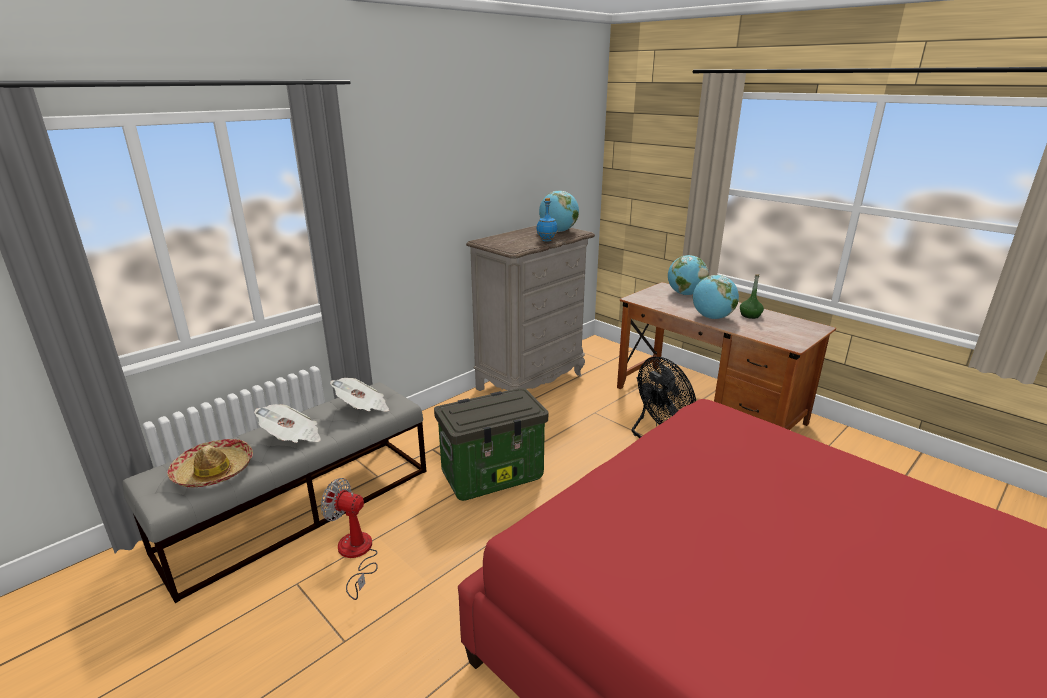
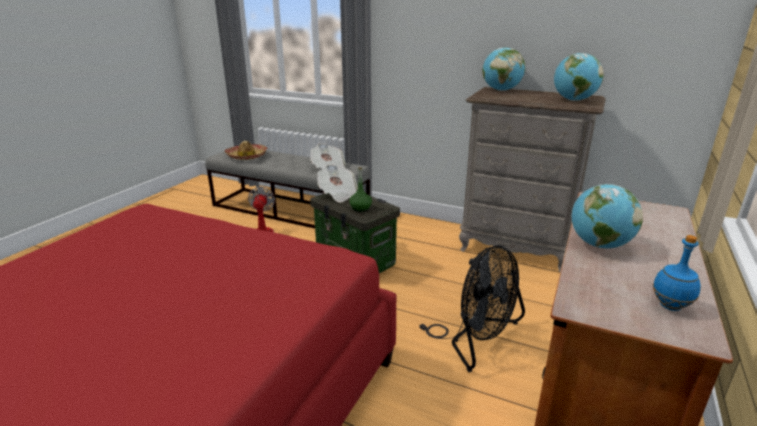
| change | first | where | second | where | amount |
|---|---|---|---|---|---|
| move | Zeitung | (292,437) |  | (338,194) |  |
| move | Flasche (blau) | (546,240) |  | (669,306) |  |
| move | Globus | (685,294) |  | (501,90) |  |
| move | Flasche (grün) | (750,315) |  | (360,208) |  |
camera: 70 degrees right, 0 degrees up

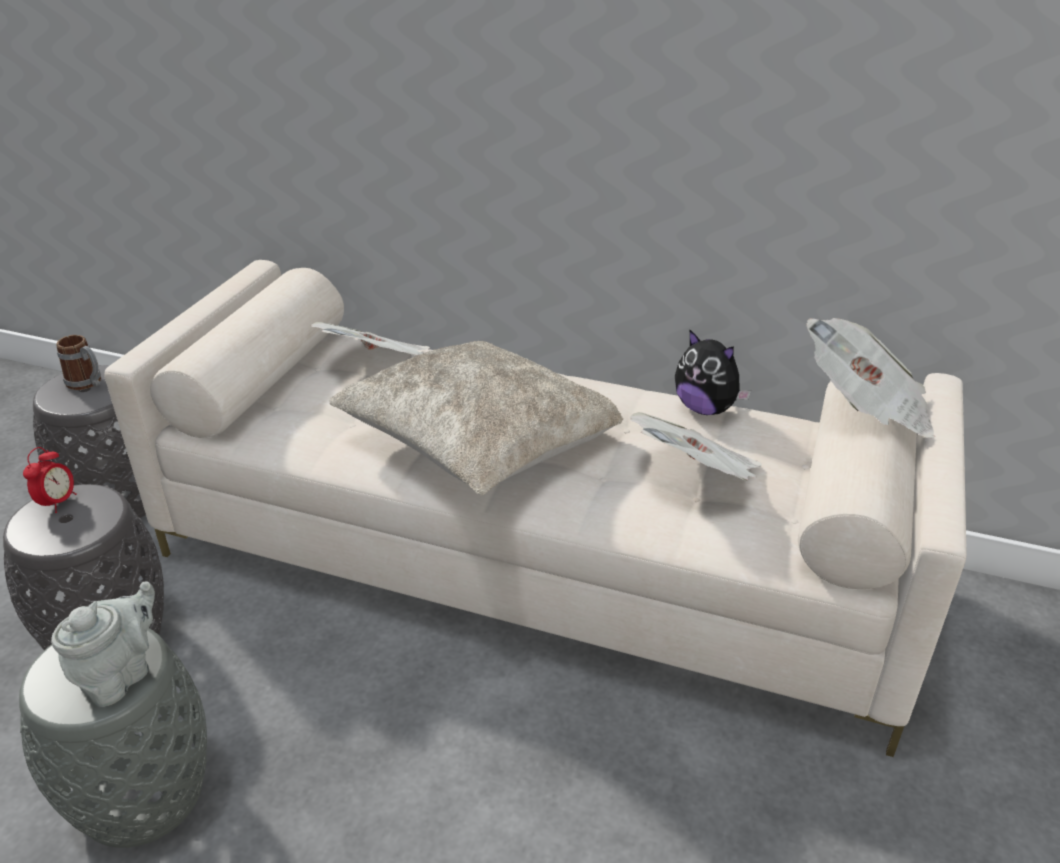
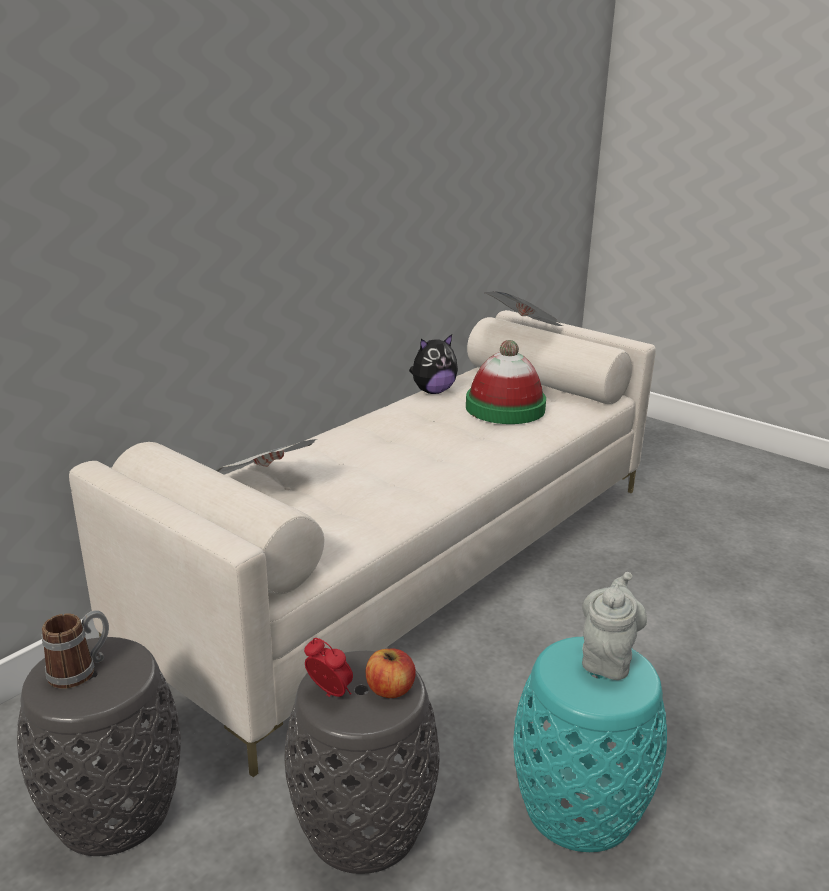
| change | first | where | second | where | amount |
|---|---|---|---|---|---|
| delete | Kissen (beige) | (481,440) |  |  |  |
| insert |  |  | Apfel | (390,689) |  |
| replace | Zeitung | (696,475) | Hut | (505,408) |  |
| recolor | Hocker (grau) | (142,794) | Hocker (türkis) | (578,808) |  |
| rotate | Teekanne (grau) | (121,675) |  | (607,658) | 60 degrees clockwise |
camera: 70 degrees left, 10 degrees down

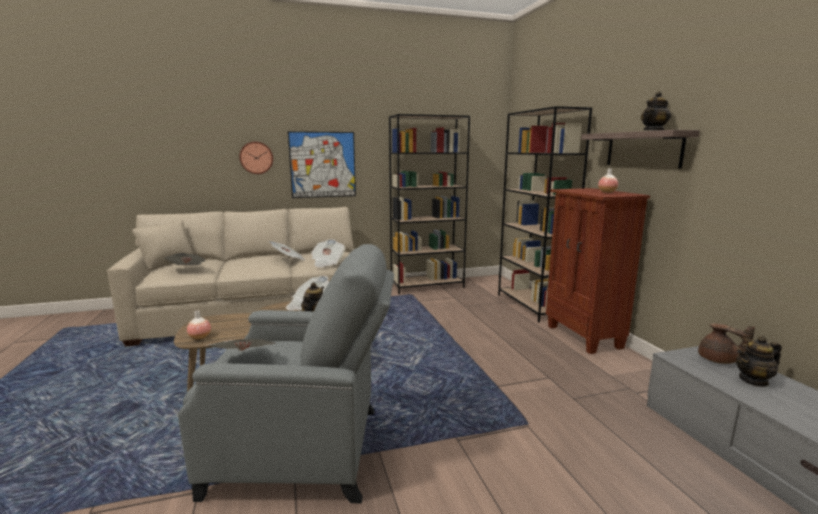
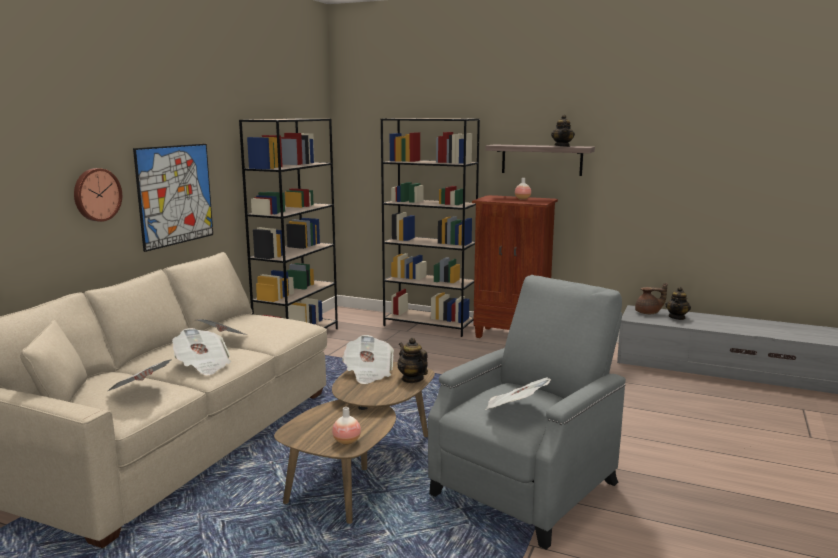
| change | first | where | second | where | amount |
|---|---|---|---|---|---|
| move | Zeitung | (327,263) |  | (203,365) |  |
camera: 50 degrees left, 0 degrees up

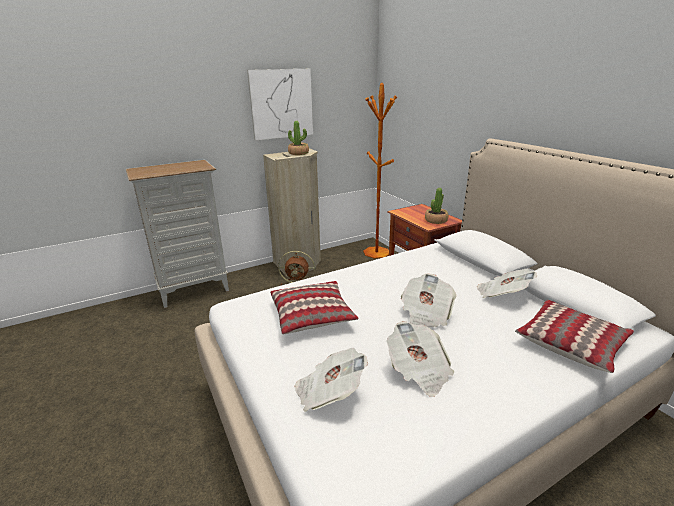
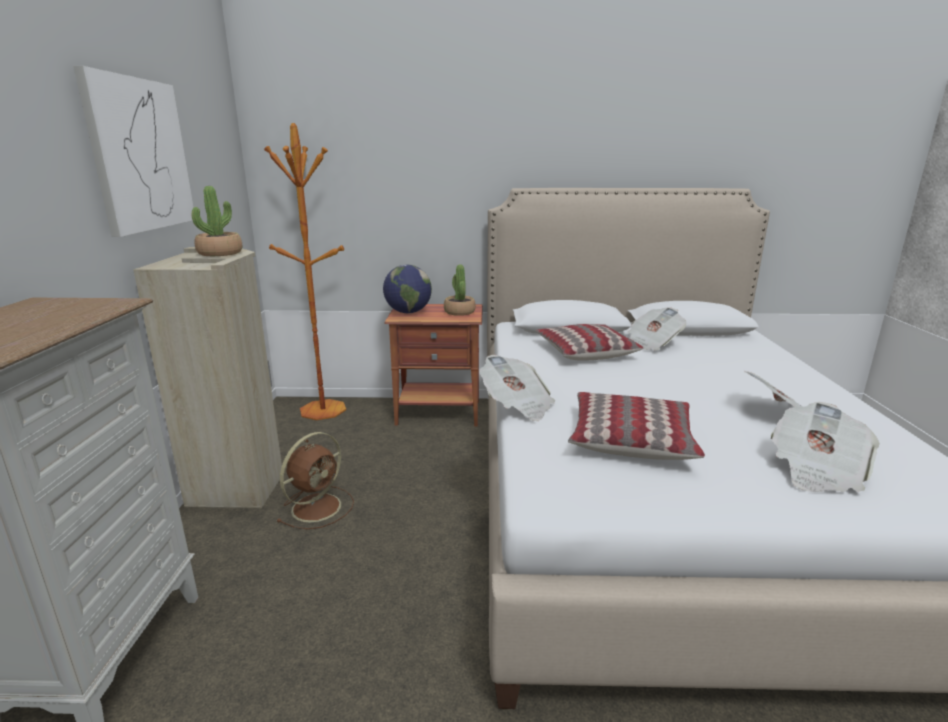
| change | first | where | second | where | amount |
|---|---|---|---|---|---|
| insert |  |  | Globus | (408,312) |  |
| move | Zeitung | (425,314) |  | (517,406) |  |
| move | Kissen | (571,342) |  | (585,352) |  |
camera: 60 degrees left, 5 degrees down

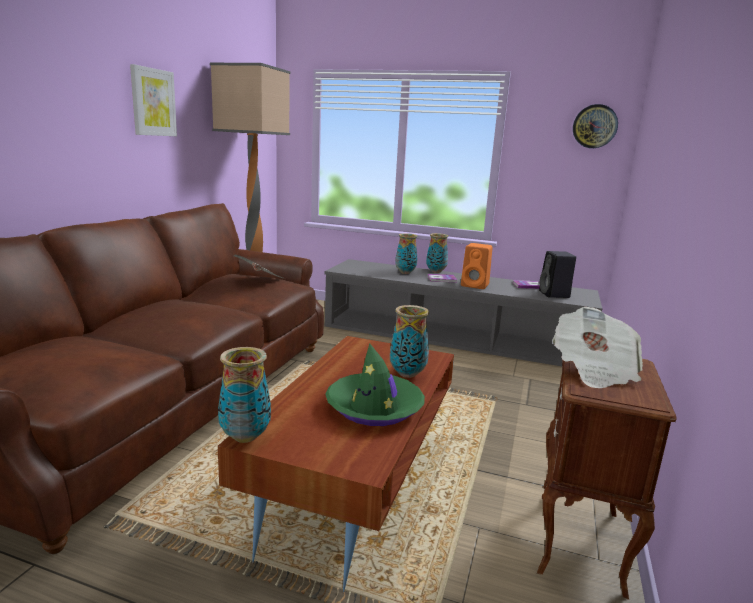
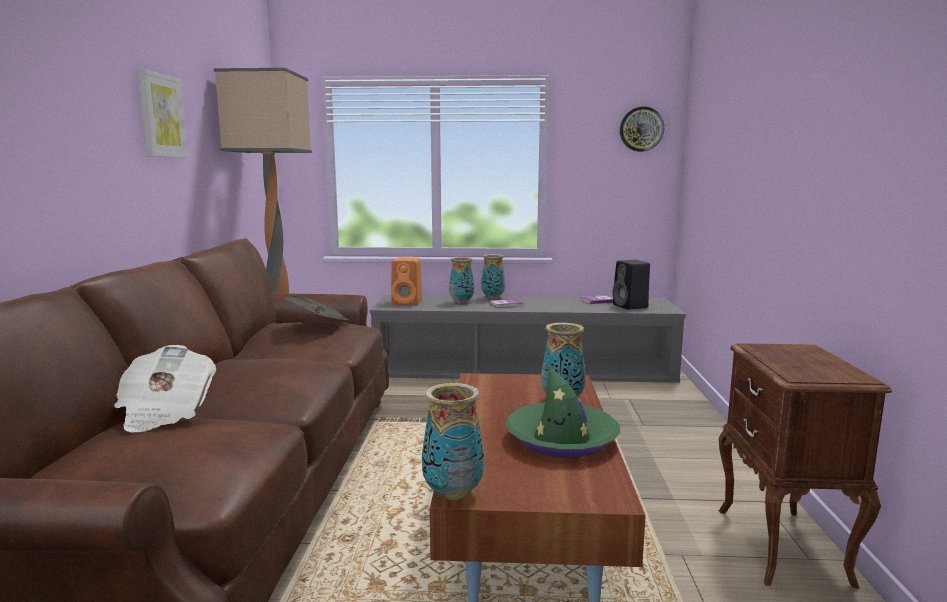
| change | first | where | second | where | amount |
|---|---|---|---|---|---|
| move | Lautsprecher (orange) | (476,285) |  | (408,302) |  |
| move | Zeitung | (593,370) |  | (165,412) |  |
camera: 15 degrees left, 5 degrees down

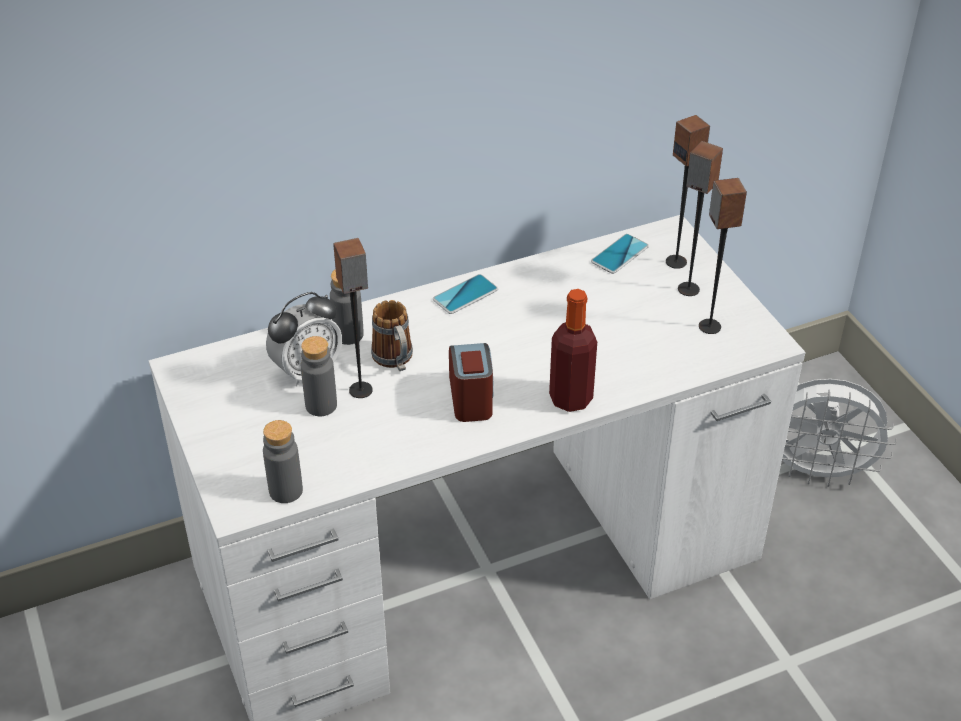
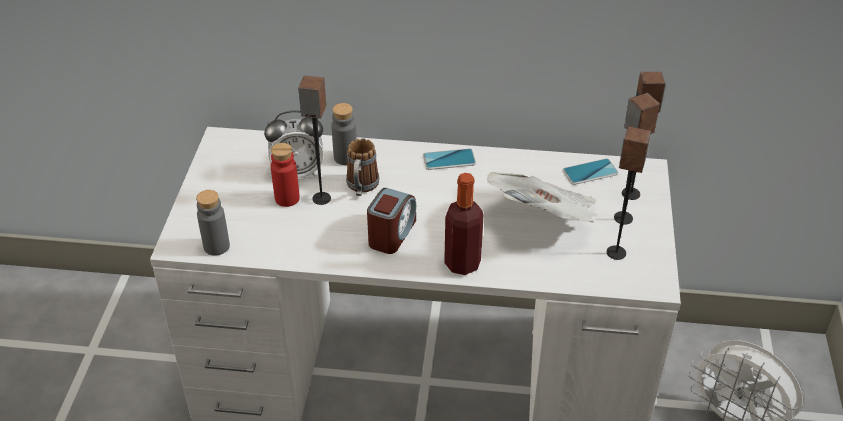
| change | first | where | second | where | amount |
|---|---|---|---|---|---|
| insert |  |  | Zeitung | (545,218) |  |
| recolor | Flasche (grau) | (321,405) | Flasche (rot) | (287,198) |  |
camera: 30 degrees right, 0 degrees up

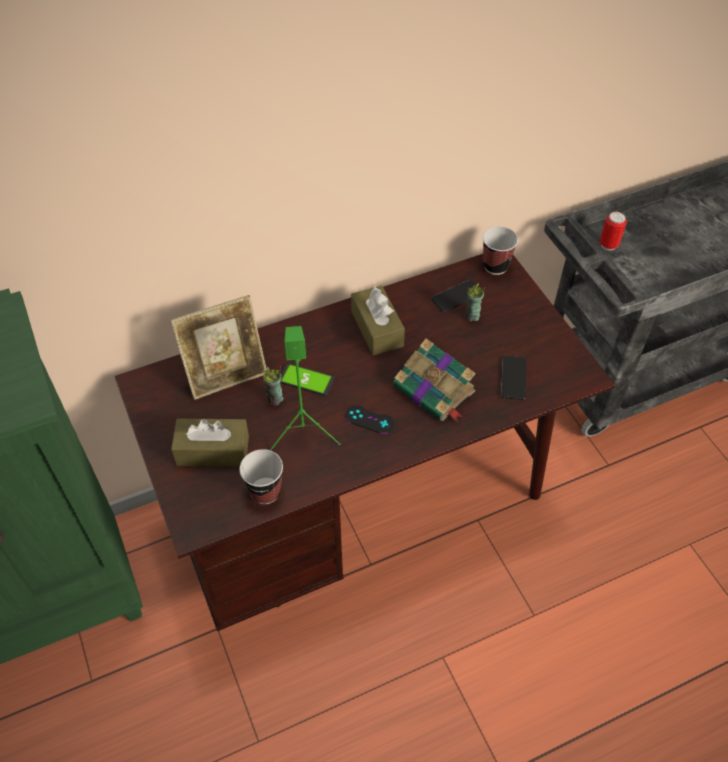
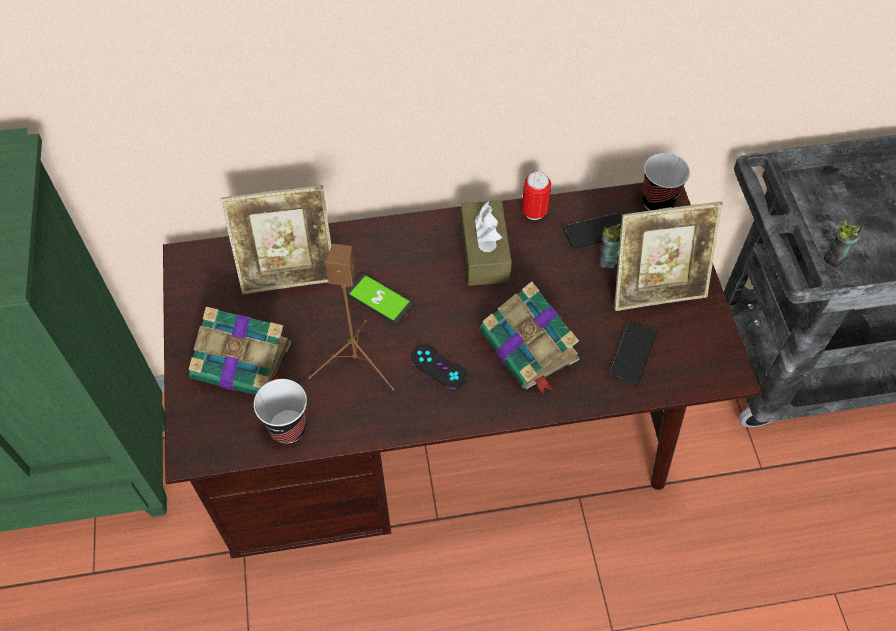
| change | first | where | second | where | amount |
|---|---|---|---|---|---|
| insert |  |  | Bilderrahmen | (656,289) |  |
| move | Tasse | (275,399) |  | (833,259) |  |
| move | Dose | (608,245) |  | (534,212) |  |
| replace | Taschentuchbox (braun) | (213,450) | Buch | (244,362) |  |
| recolor | Lautsprecher (grün) | (304,431) | Lautsprecher (braun) | (357,362) |  |
camera: 15 degrees right, 5 degrees up

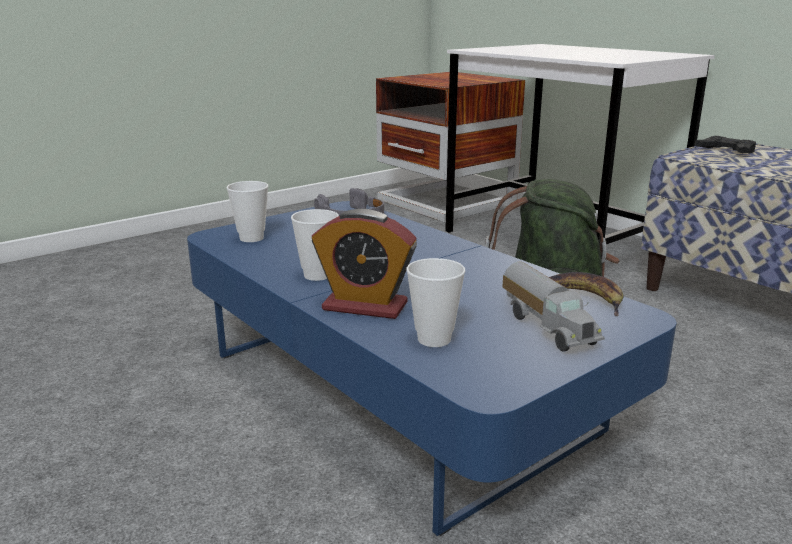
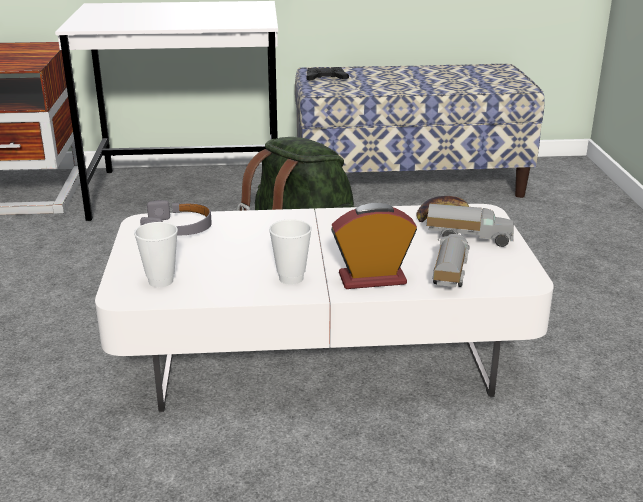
| change | first | where | second | where | amount |
|---|---|---|---|---|---|
| replace | Tasse | (434,339) | Spielzeuglaster | (449,274) |  |
| recolor | Couchtisch (blau) | (395,391) | Couchtisch (weiß) | (321,350) |  |
| rotate | Wecker | (365,306) |  | (372,279) | 150 degrees counterclockwise |
camera: 55 degrees left, 5 degrees up

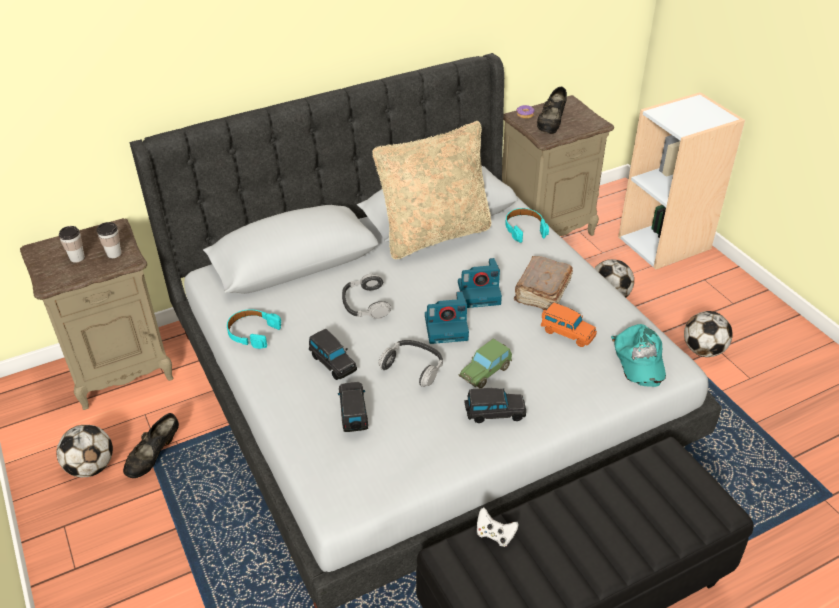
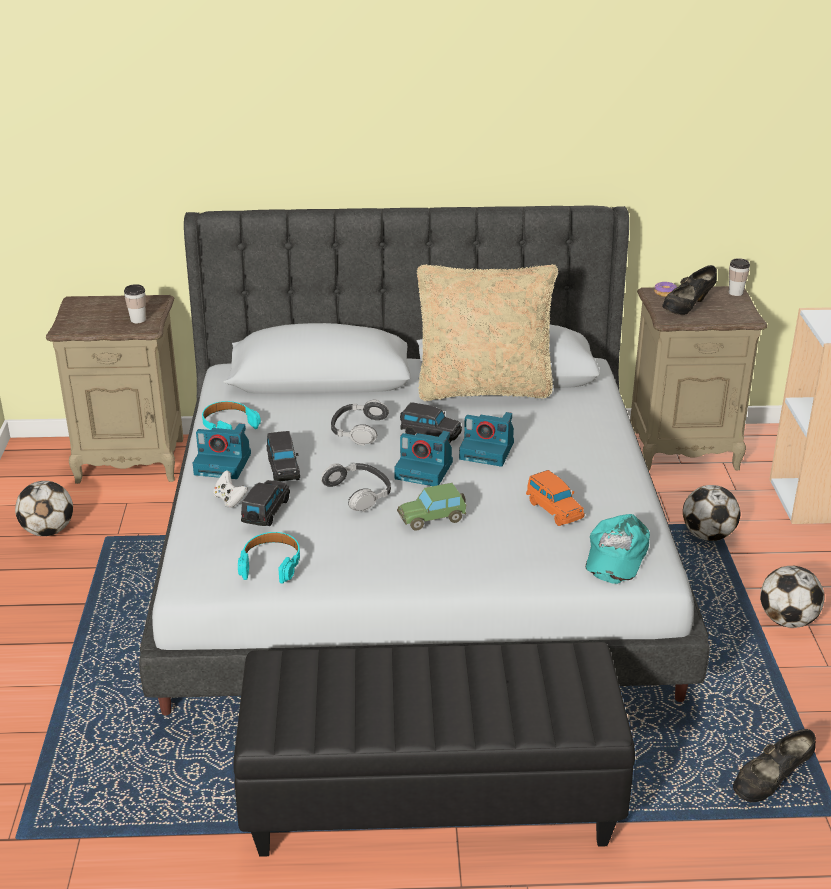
| change | first | where | second | where | amount |
|---|---|---|---|---|---|
| delete | Buch (braun) | (541,292) |  |  |  |
| insert |  |  | Kamera | (224,464) |  |
| move | Tasse | (77,258) |  | (735,293) |  |
| move | Schuh (schwarz) | (154,457) |  | (770,783) |  |
| move | Spielzeugauto (schwarz) | (494,413) |  | (430,434) |  |
| move | Gamepad (weiß) | (495,534) |  | (230,500) |  |
| move | Kopfhörer (türkis) | (524,229) |  | (271,563) |  |
camera: 25 degrees right, 10 degrees down

